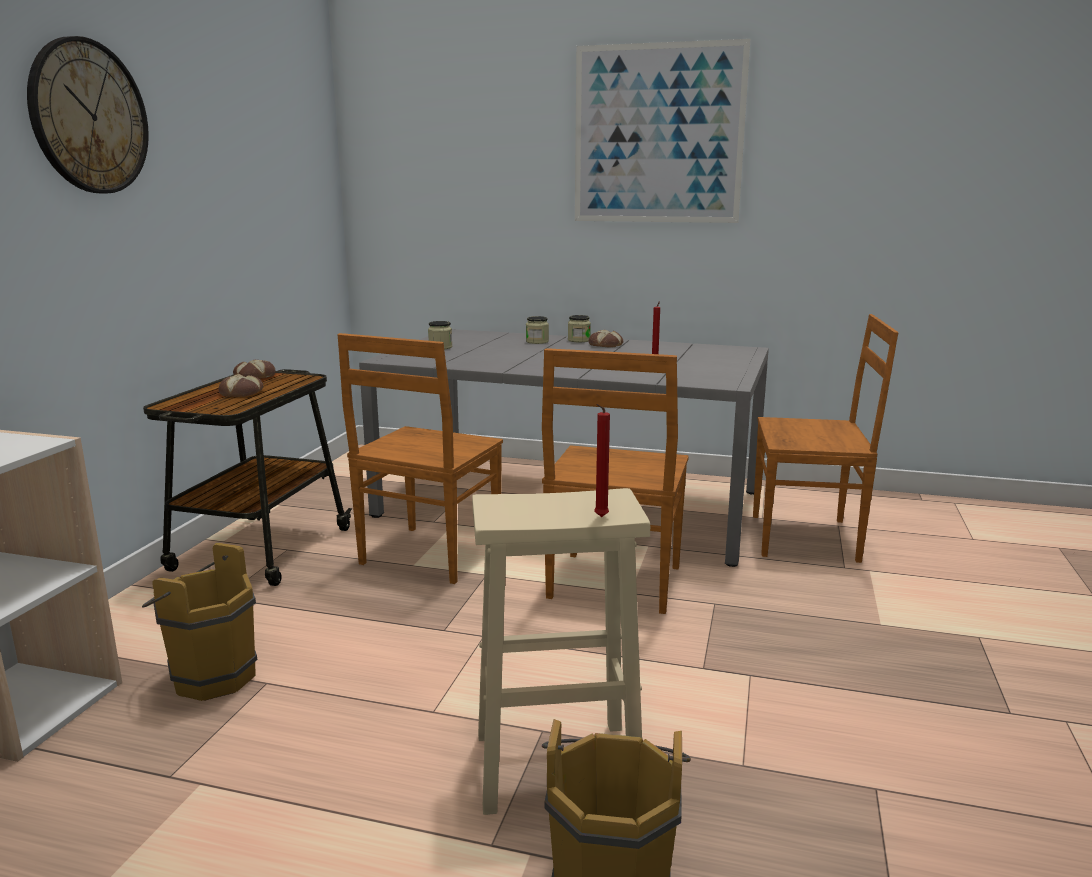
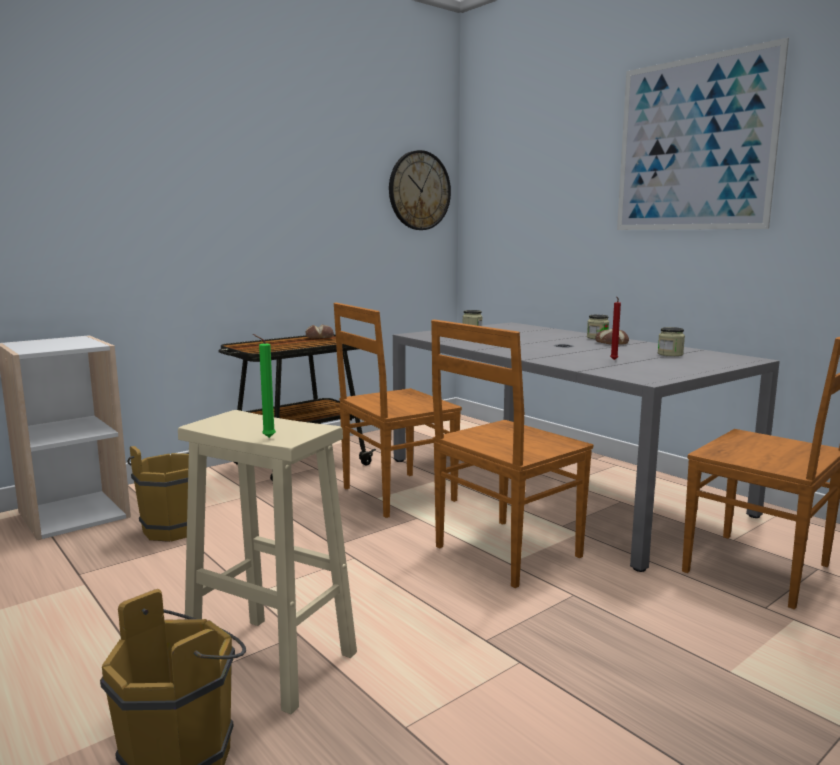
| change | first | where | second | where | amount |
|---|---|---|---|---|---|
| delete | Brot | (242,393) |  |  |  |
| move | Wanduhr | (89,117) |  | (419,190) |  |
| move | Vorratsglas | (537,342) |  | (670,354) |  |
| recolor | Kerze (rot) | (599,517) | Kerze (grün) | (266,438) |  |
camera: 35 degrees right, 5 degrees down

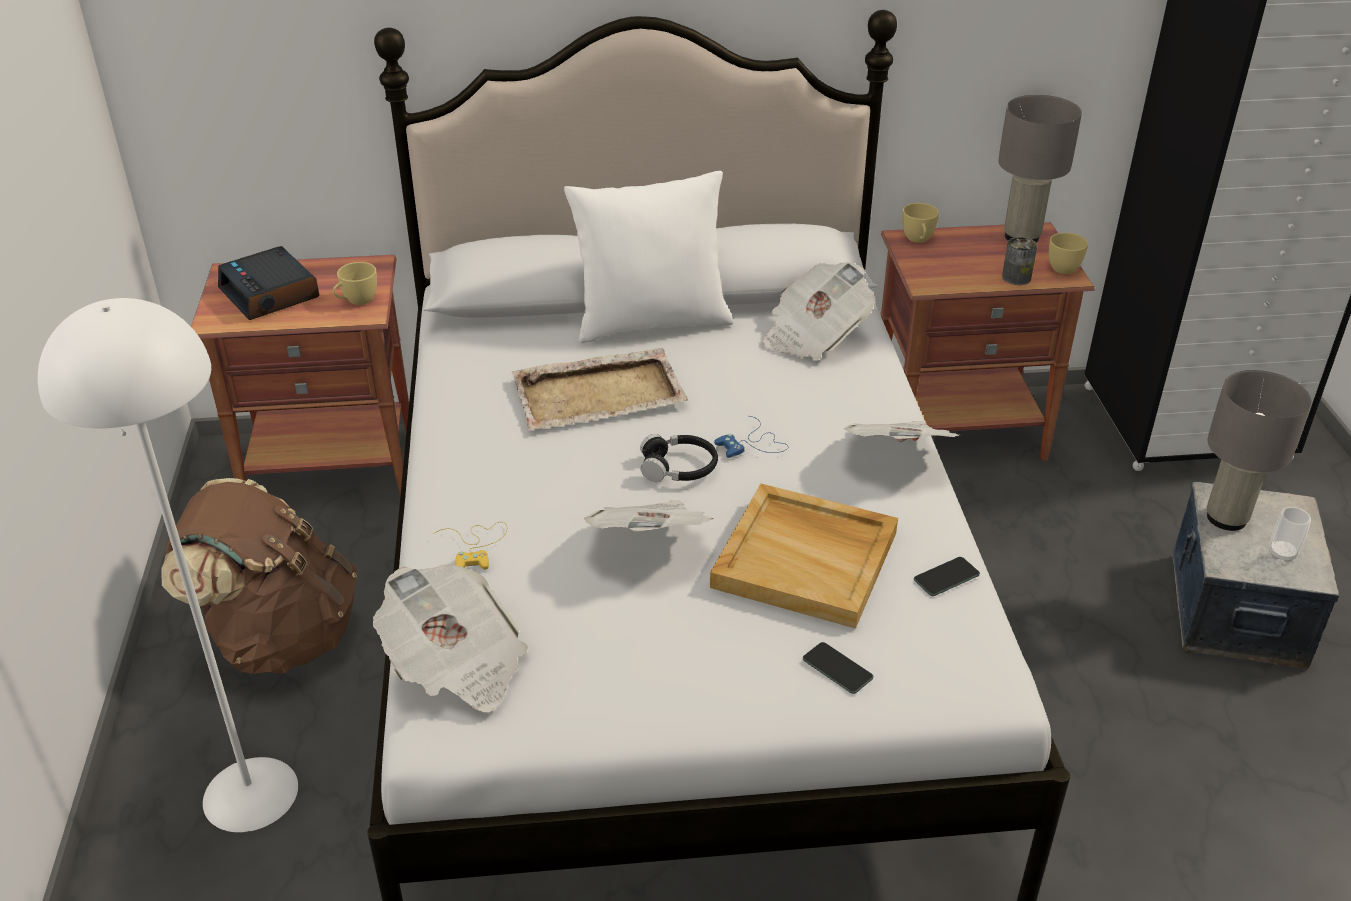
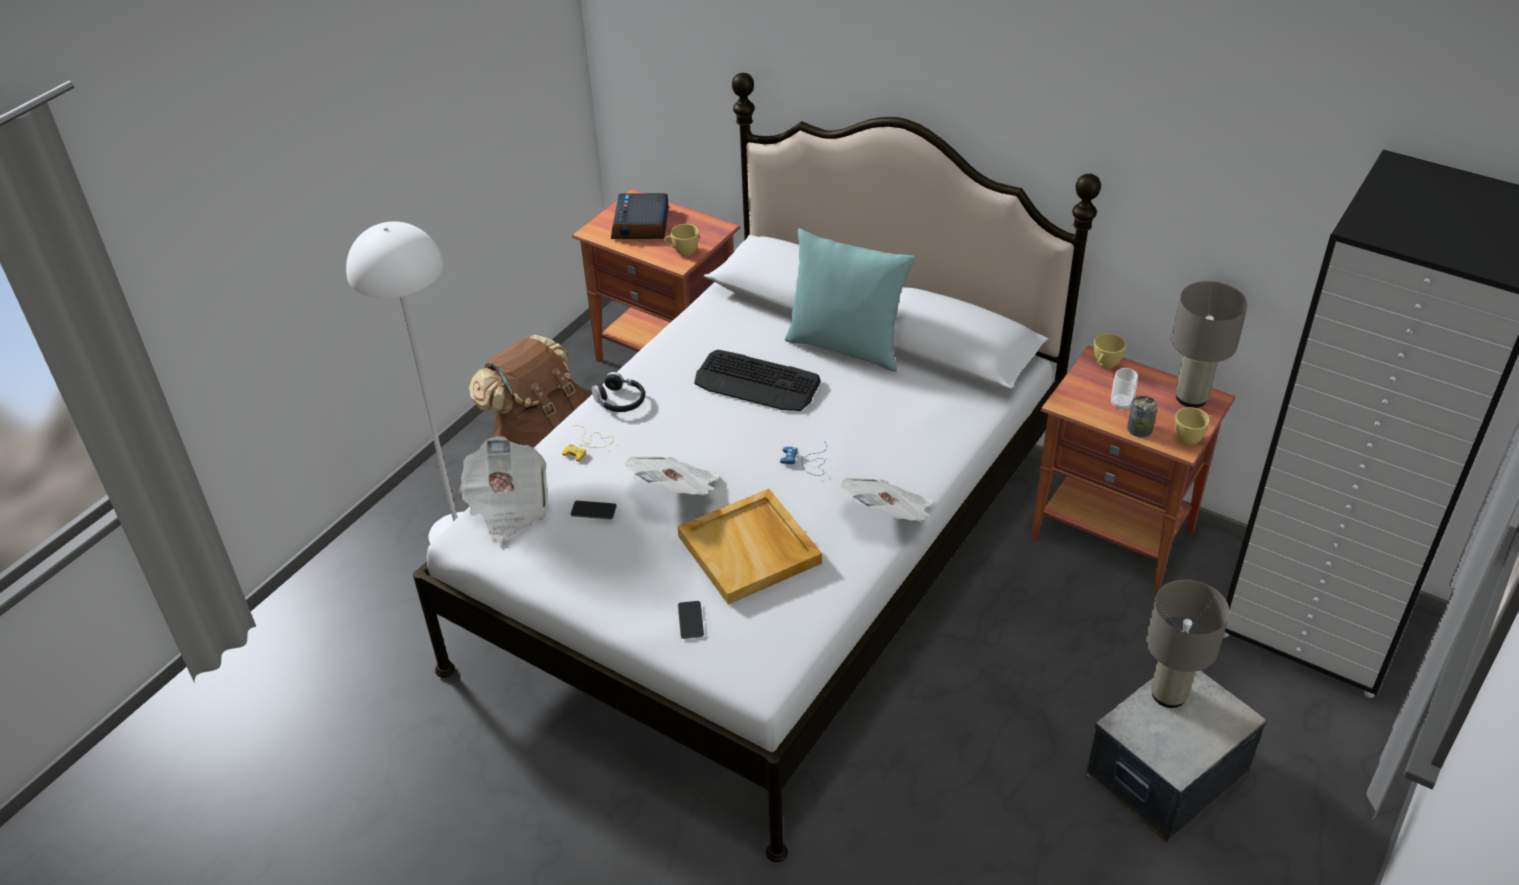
| change | first | where | second | where | amount |
|---|---|---|---|---|---|
| delete | Zeitung | (814,336) |  |  |  |
| move | Kopfhörer (schwarz) | (679,468) |  | (620,400) |  |
| move | Handy | (946,577) |  | (593,510) |  |
| move | Tasse | (1282,554) |  | (1121,404) |  |
| replace | Tablett (beige) | (600,394) | Tastatur | (757,382) |  |
| recolor | Kissen (weiß) | (651,322) | Kissen (türkis) | (846,346) |  |
camera: 40 degrees right, 5 degrees up

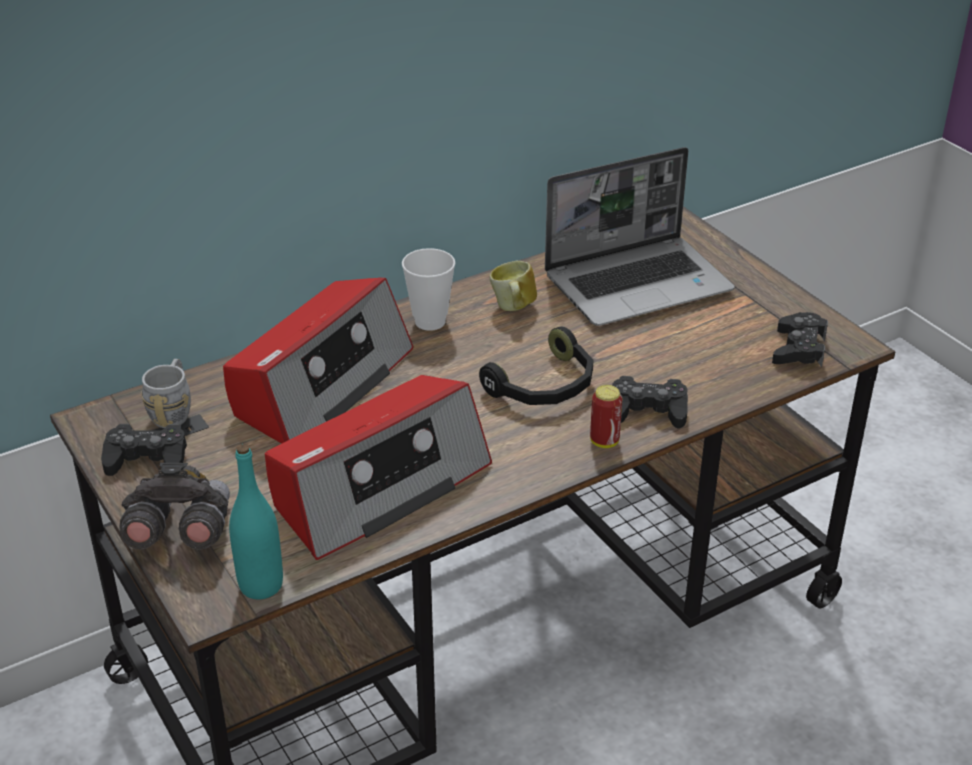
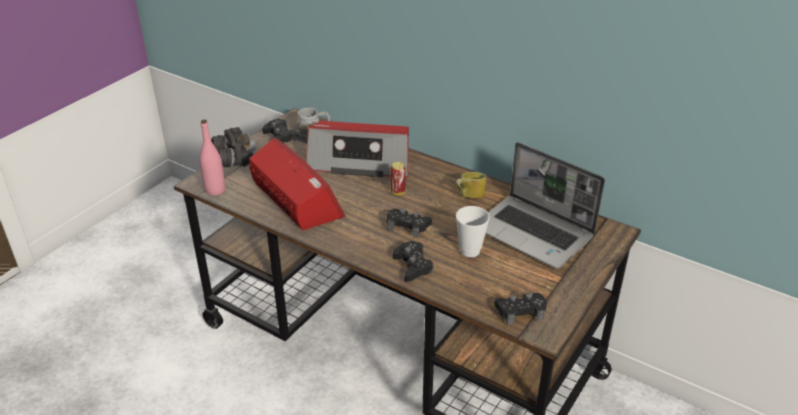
| change | first | where | second | where | amount |
|---|---|---|---|---|---|
| move | Tasse | (430,321) |  | (470,251) |  |
| move | Dose | (604,441) |  | (398,192) |  |
| replace | Kopfhörer (schwarz) | (545,386) | Gamepad (schwarz) | (408,226) |  |
| recolor | Flasche (türkis) | (261,585) | Flasche (rosa) | (215,190) |  |
| rotate | Radio | (378,486) |  | (296,199) | 150 degrees counterclockwise |
camera: 65 degrees right, 0 degrees up

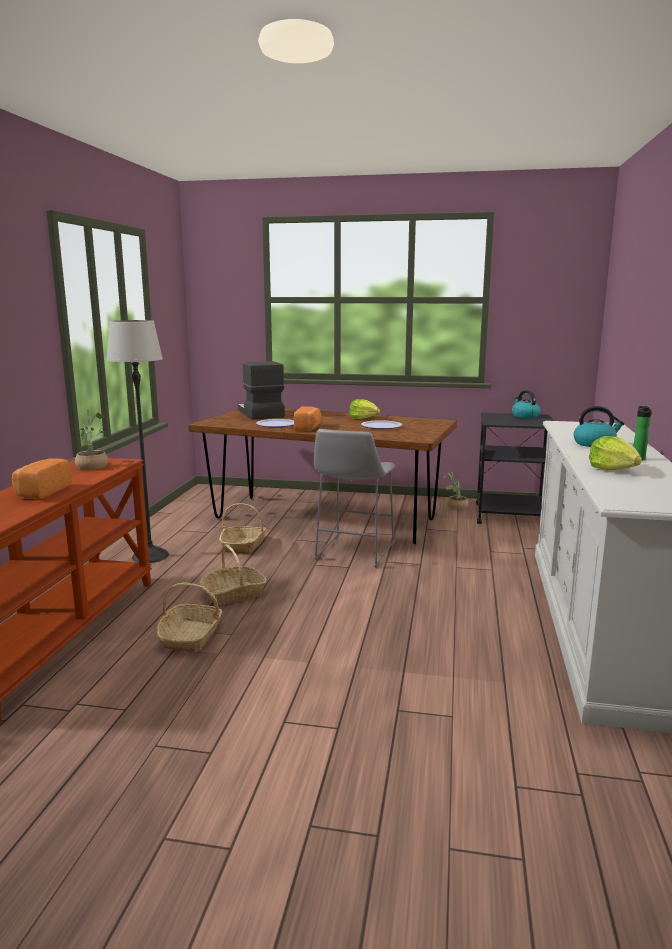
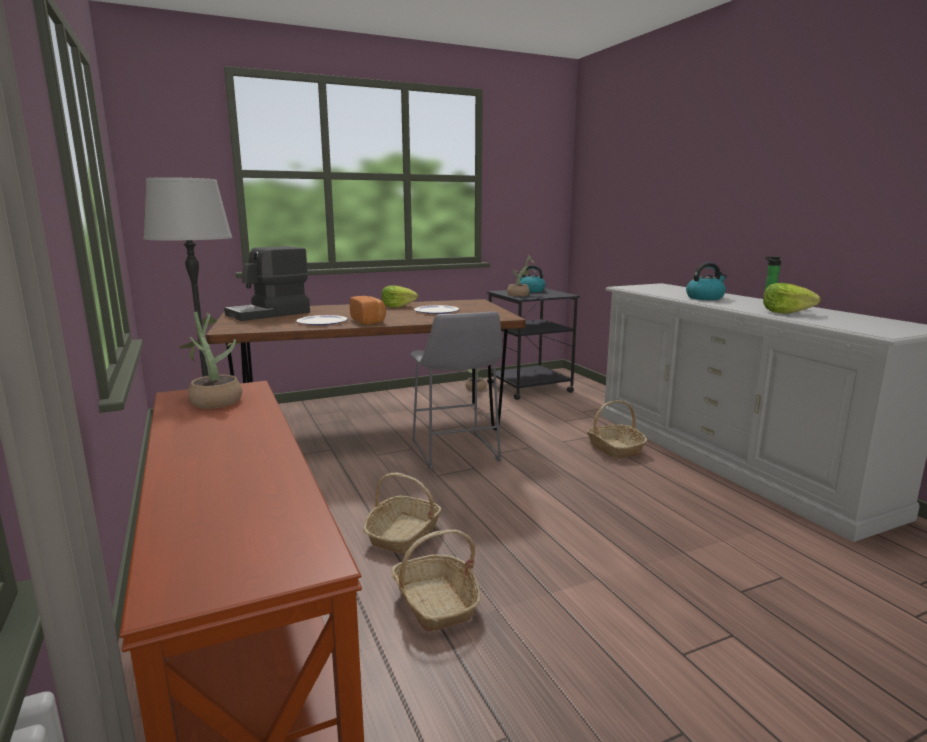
| change | first | where | second | where | amount |
|---|---|---|---|---|---|
| delete | Brot | (41,492) |  |  |  |
| insert |  |  | Topfpflanze | (521,295) |  |
| move | Korb | (244,546) |  | (614,448) |  |
| rotate | Kaffeemaschine | (260,414) |  | (269,314) | 75 degrees counterclockwise |
camera: 35 degrees left, 0 degrees up

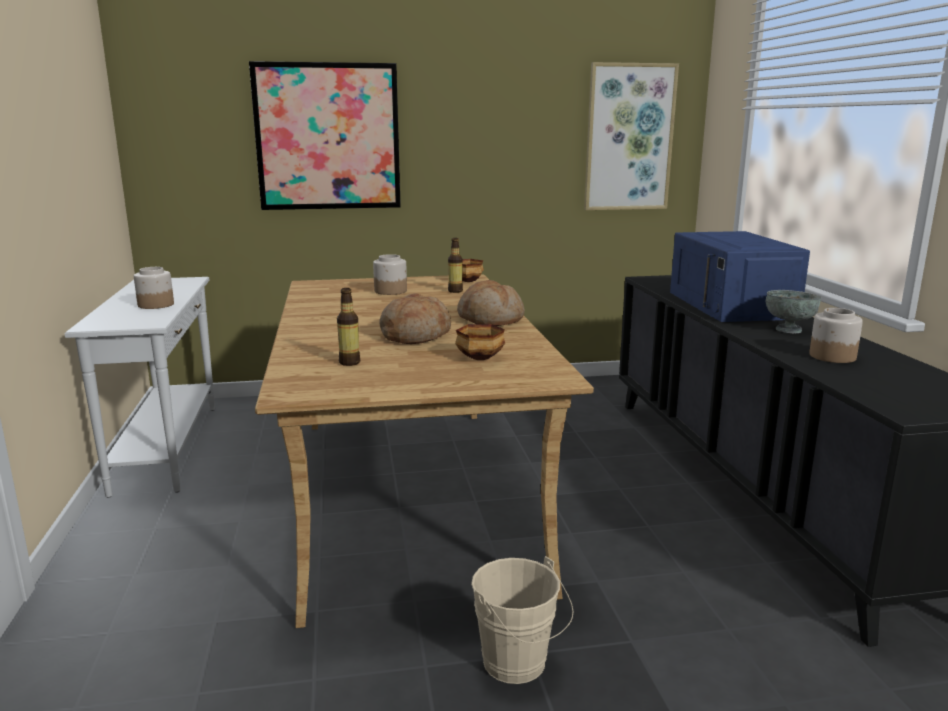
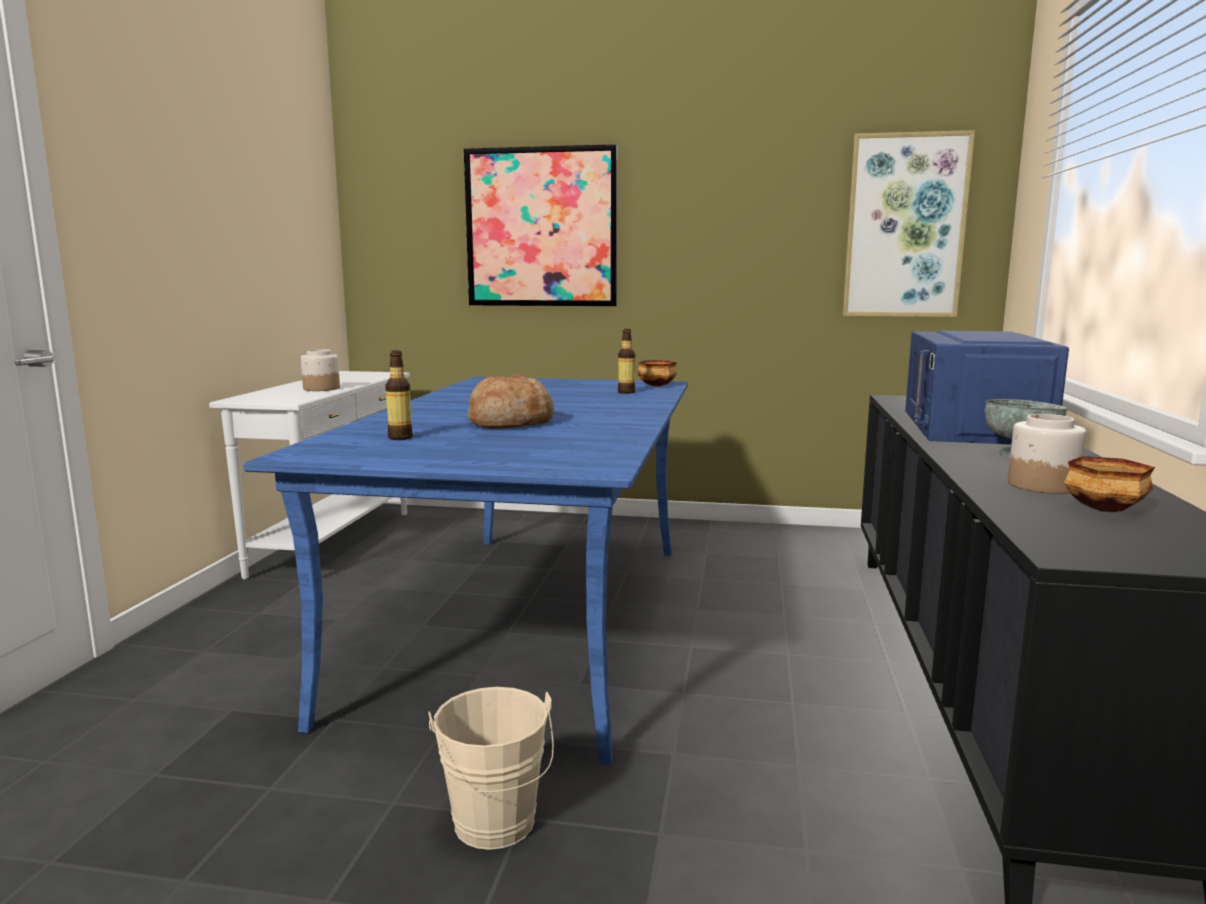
| change | first | where | second | where | amount |
|---|---|---|---|---|---|
| delete | Vorratsglas | (391,291) |  |  |  |
| delete | Brot | (490,319) |  |  |  |
| move | Schüssel | (481,358) |  | (1106,509) |  |
| recolor | Esstisch (beige) | (411,494) | Esstisch (blau) | (531,622) |  |
camera: 20 degrees right, 5 degrees down

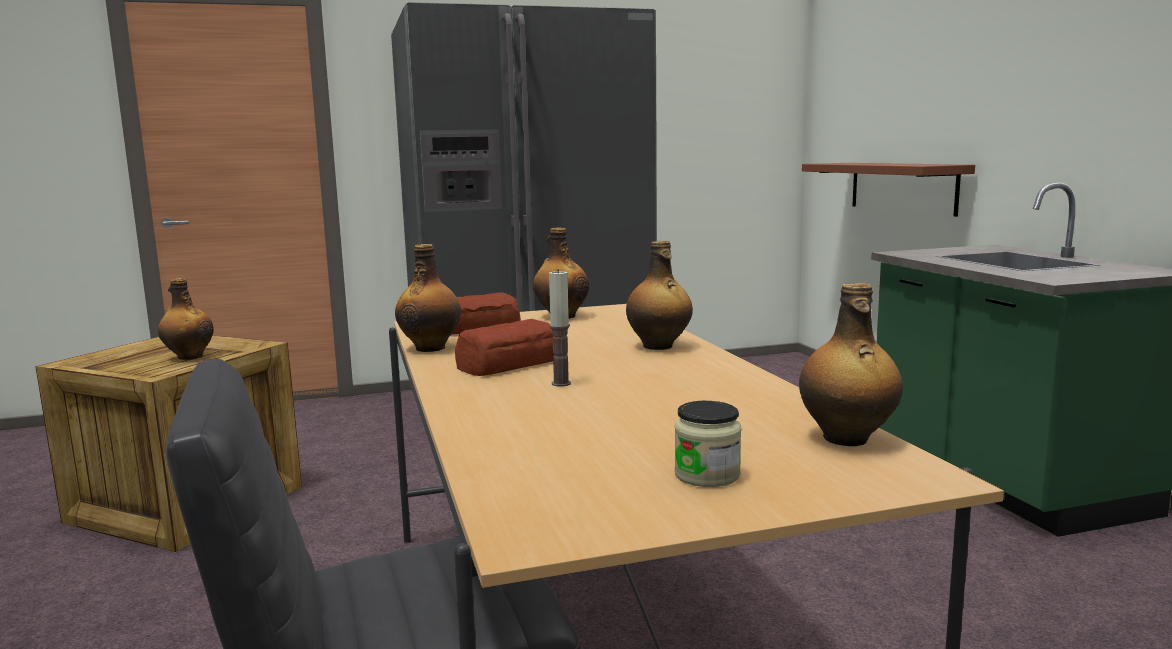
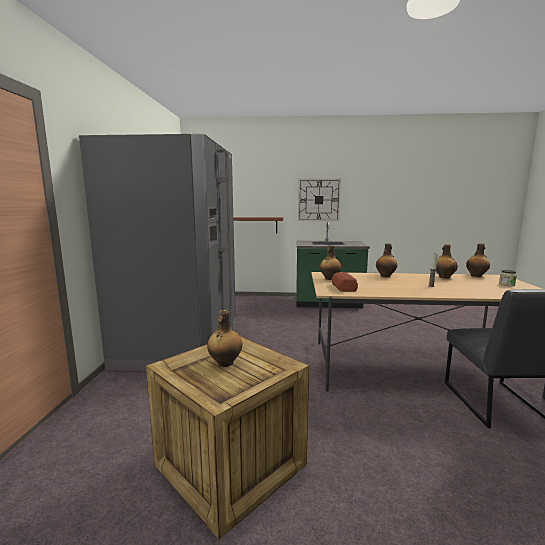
| change | first | where | second | where | amount |
|---|---|---|---|---|---|
| delete | Brot | (507,364) |  |  |  |
| insert |  |  | Wanduhr | (318,200) |  |
| move | Flasche | (431,348) |  | (444,277) |  |
camera: 70 degrees left, 0 degrees up

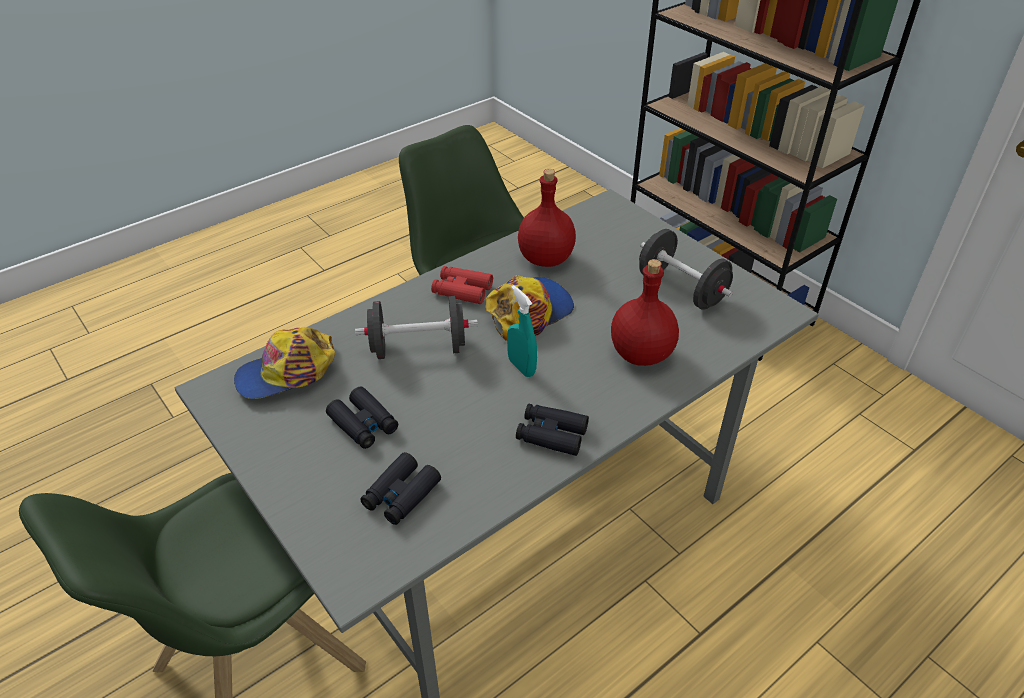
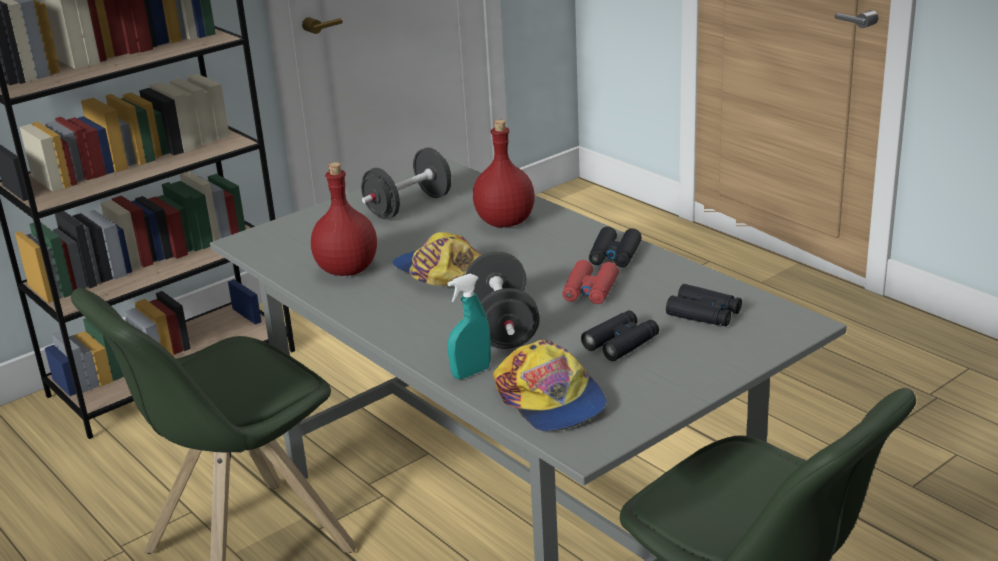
| change | first | where | second | where | amount |
|---|---|---|---|---|---|
| move | Fernglas (rot) | (462,290) |  | (590,290) |  |
| move | Sprühflasche (türkis) | (521,367) |  | (471,372) |  |
camera: 90 degrees left, 15 degrees down

